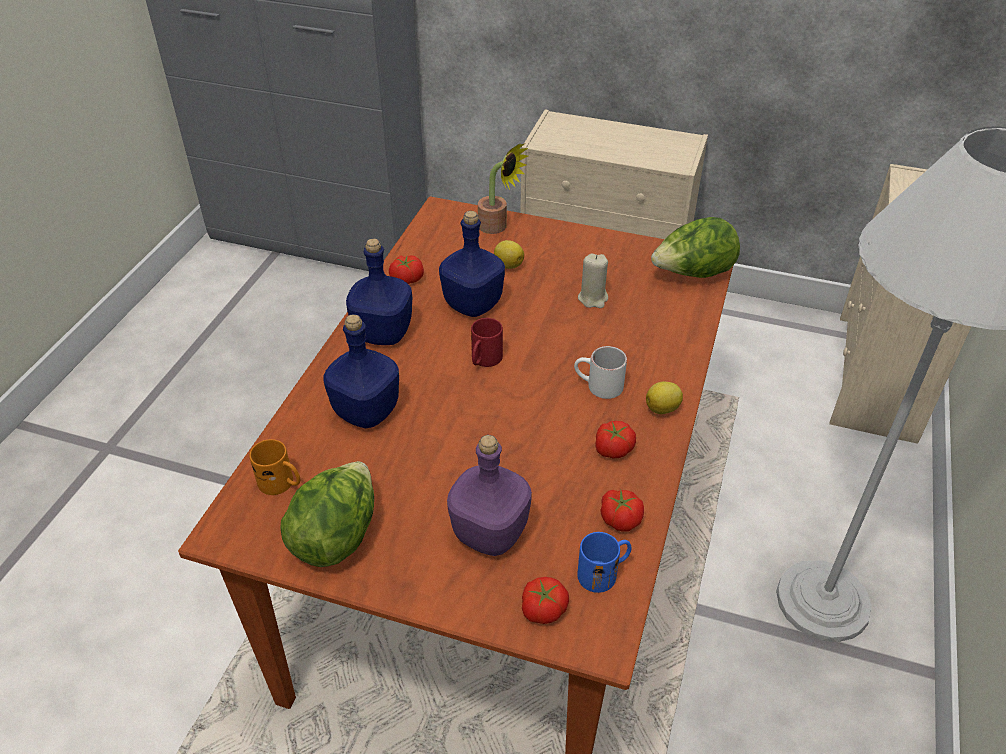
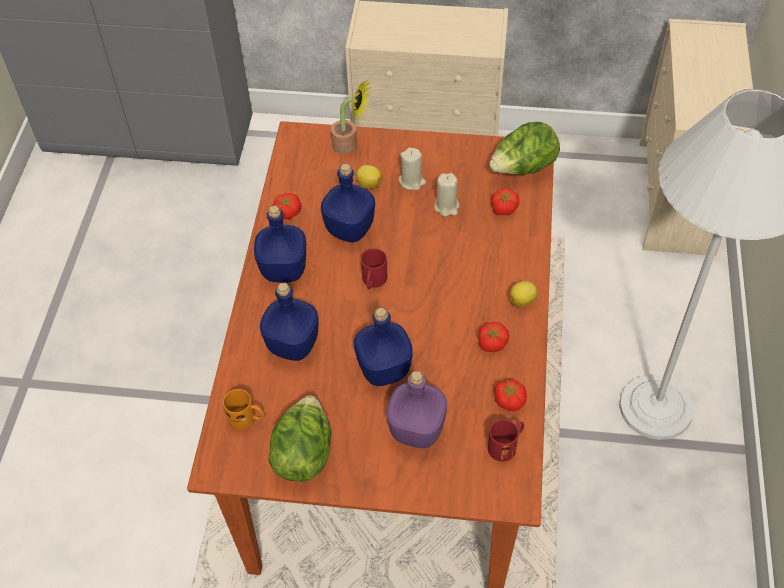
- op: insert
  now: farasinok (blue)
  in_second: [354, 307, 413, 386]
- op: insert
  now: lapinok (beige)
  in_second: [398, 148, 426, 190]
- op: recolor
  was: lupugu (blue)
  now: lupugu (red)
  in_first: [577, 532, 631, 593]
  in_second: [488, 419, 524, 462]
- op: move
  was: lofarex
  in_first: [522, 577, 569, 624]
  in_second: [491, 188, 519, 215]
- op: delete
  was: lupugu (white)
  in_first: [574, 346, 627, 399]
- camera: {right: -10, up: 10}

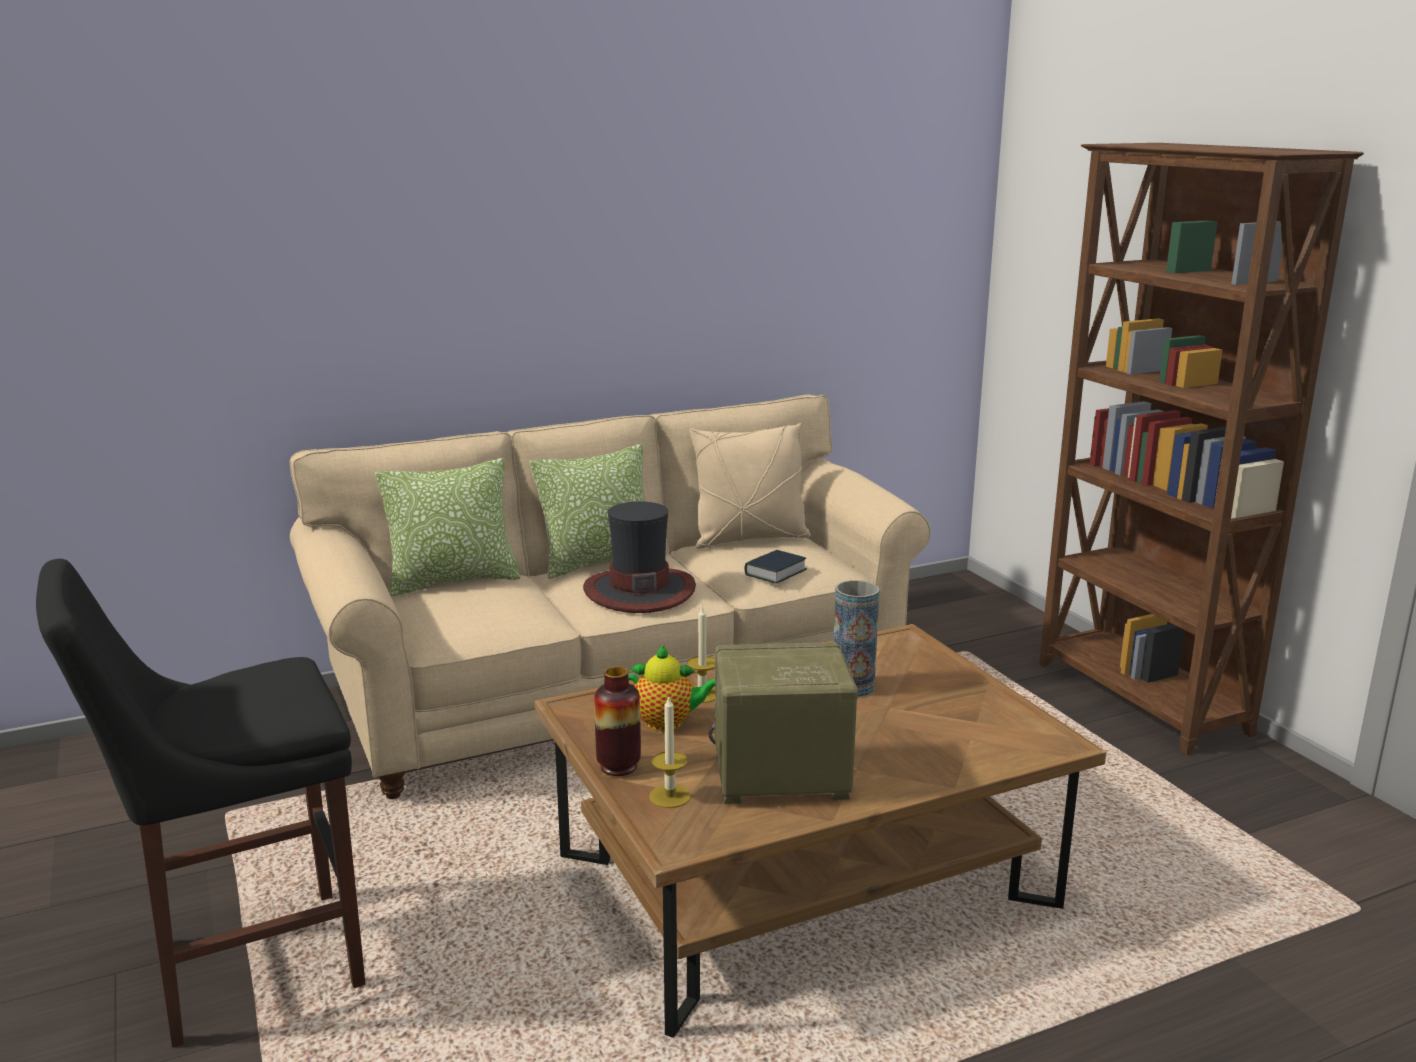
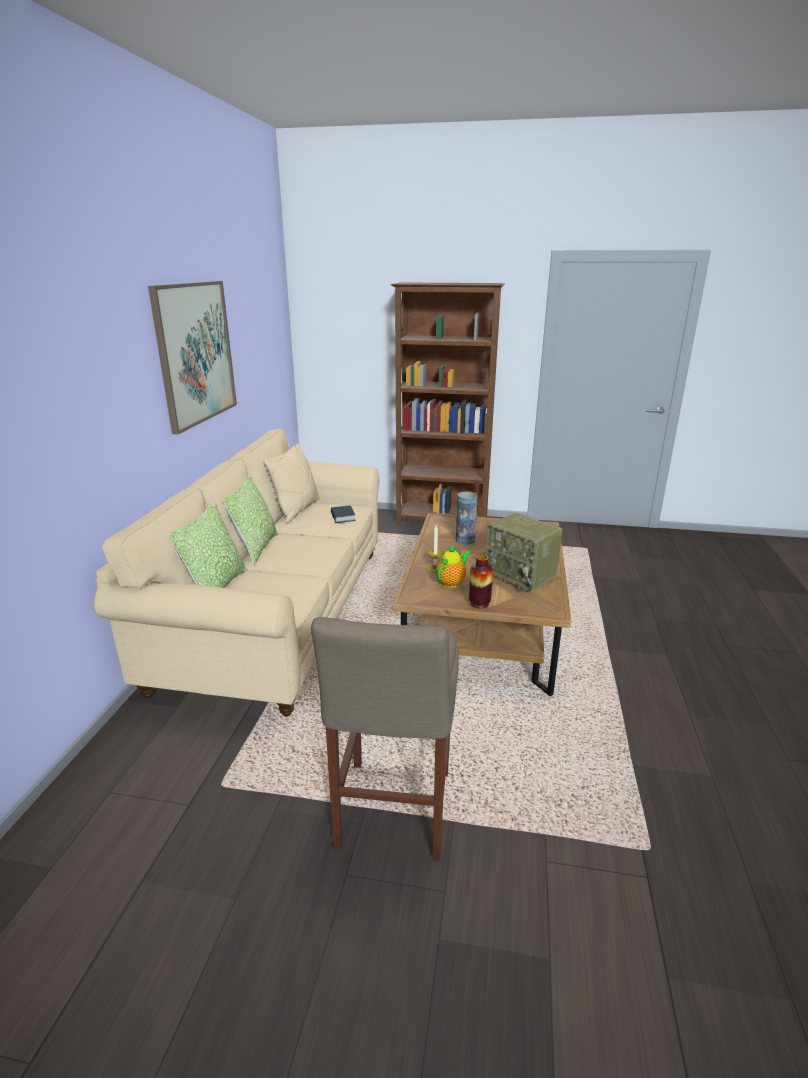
- op: insert
  now: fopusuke
  in_second: [148, 281, 237, 434]
- op: recolor
  was: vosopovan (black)
  now: vosopovan (beige)
  in_first: [36, 559, 365, 1048]
  in_second: [311, 617, 459, 861]
- op: rotate
  was: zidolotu
  in_first: [708, 642, 858, 804]
  in_second: [485, 513, 563, 593]
  clockwise: -75
- op: delete
  was: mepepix
  in_first: [583, 501, 696, 613]
- op: delete
  was: lapinok
  in_first: [649, 697, 691, 808]
- camera: {right: -55, up: 5}

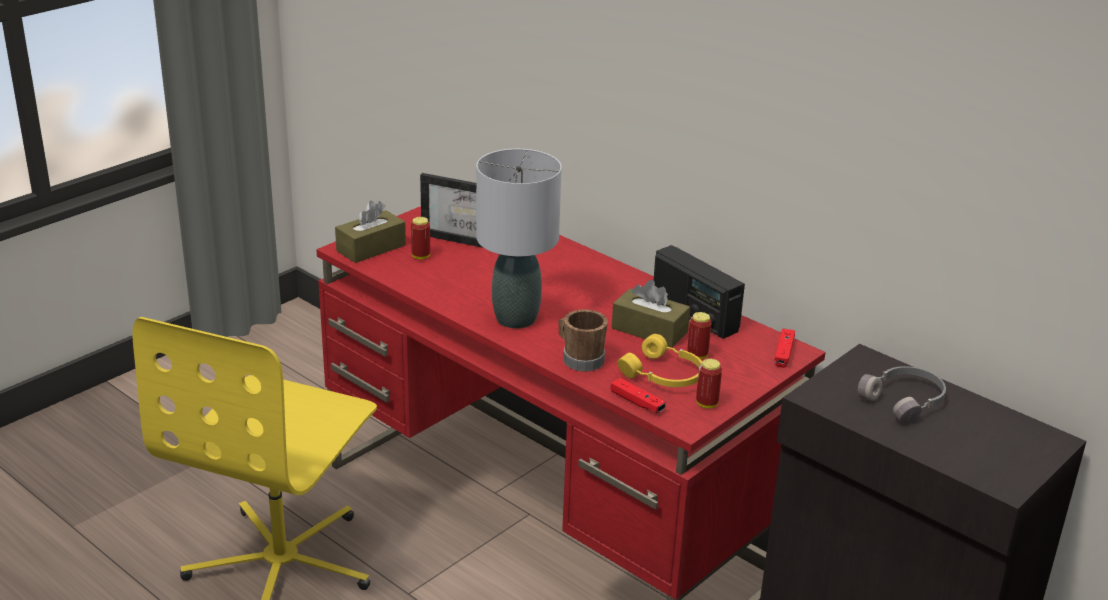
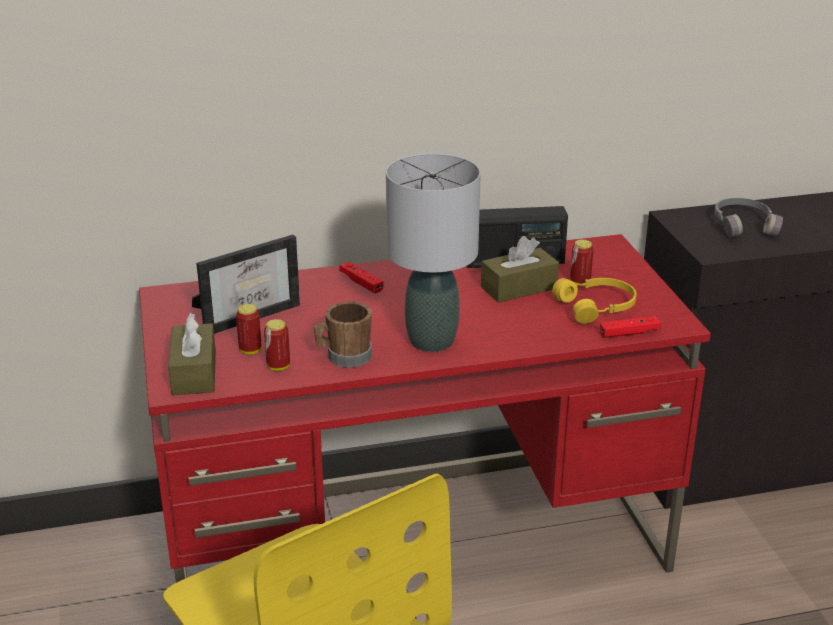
- op: move
  was: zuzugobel
  in_first: [696, 359, 722, 408]
  in_second: [264, 319, 290, 371]
- op: move
  was: lupugu (brown)
  in_first: [559, 309, 608, 372]
  in_second: [314, 302, 372, 368]
- op: move
  was: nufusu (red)
  in_first: [774, 329, 795, 368]
  in_second: [339, 262, 384, 293]
- camera: {right: -55, up: 0}

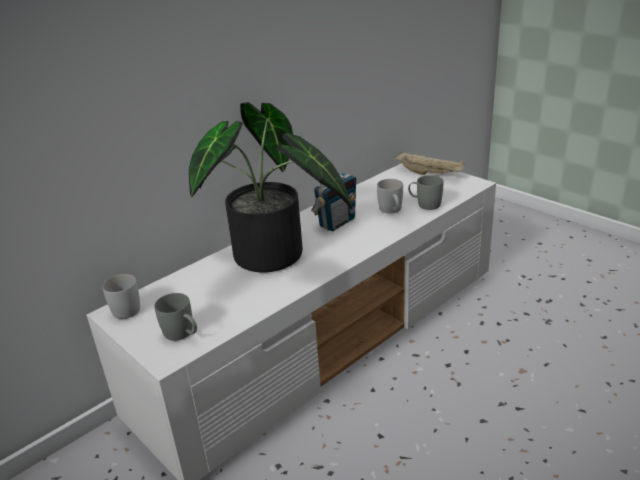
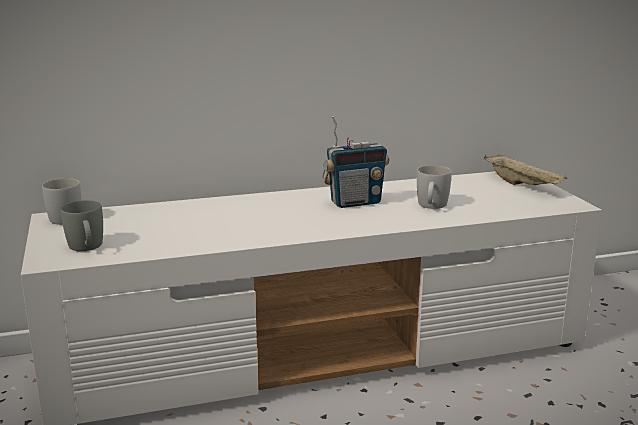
- op: delete
  was: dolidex
  in_first: [189, 102, 353, 272]
- op: delete
  was: lupugu (grey)
  in_first: [408, 175, 443, 210]
- camera: {right: 25, up: -10}

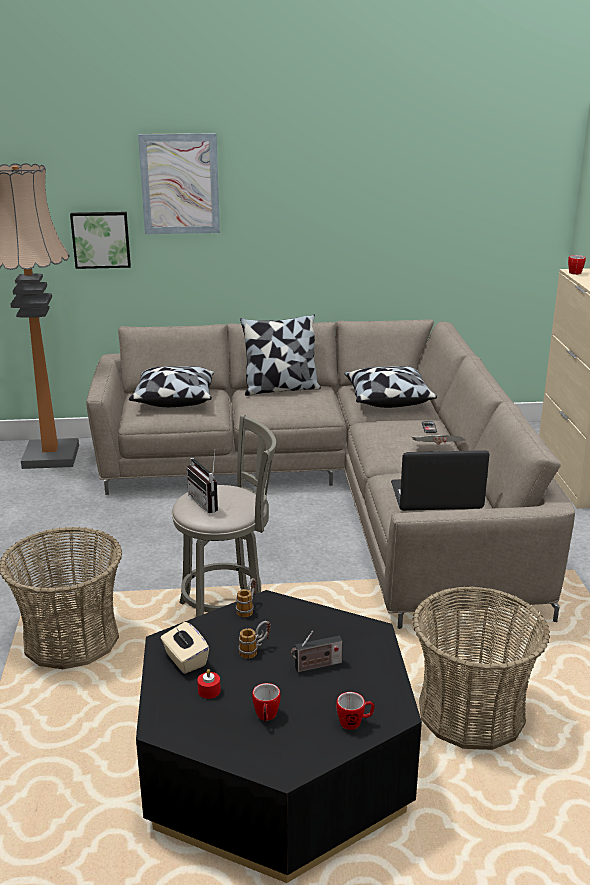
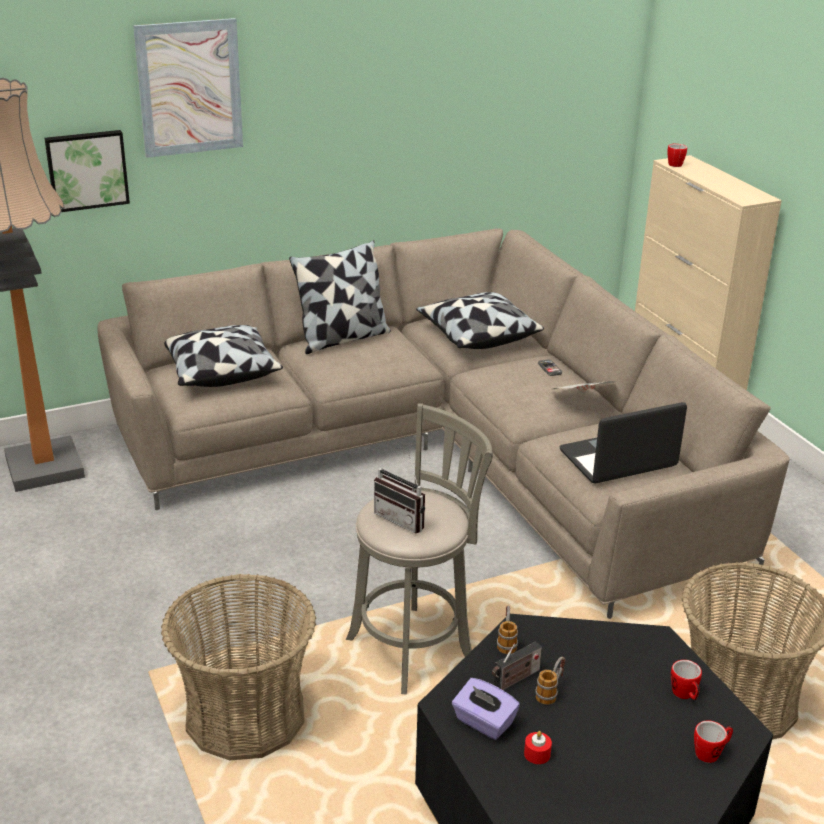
- op: recolor
  was: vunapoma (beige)
  now: vunapoma (purple)
  in_first: [161, 622, 209, 674]
  in_second: [452, 678, 520, 740]
- op: move
  was: zidolotu
  in_first: [291, 631, 343, 672]
  in_second: [492, 641, 542, 690]
- op: move
  was: lupugu
  in_first: [252, 683, 281, 722]
  in_second: [671, 660, 702, 700]
- camera: {right: -20, up: 5}

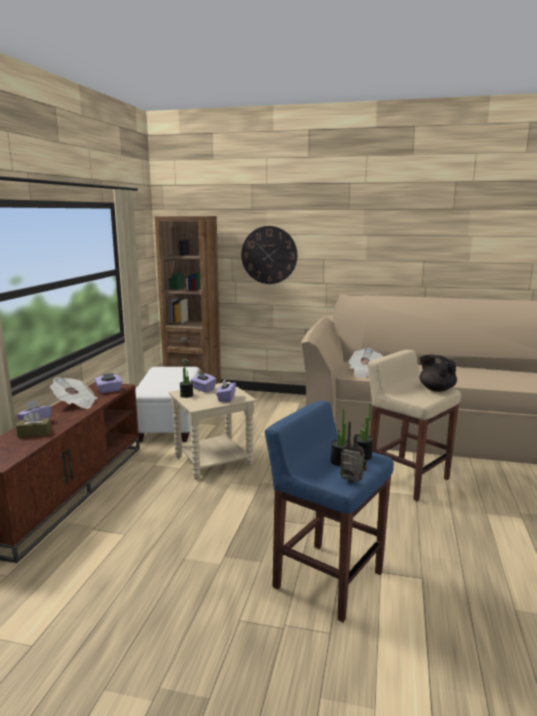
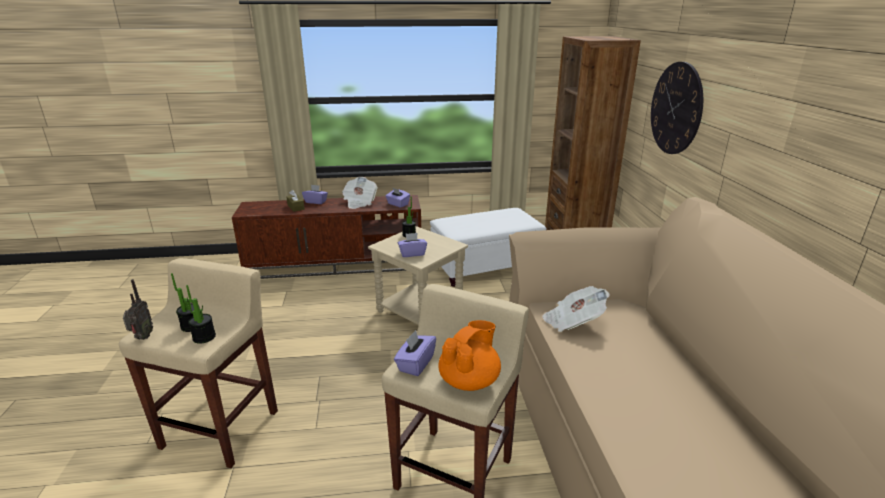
- op: recolor
  was: vosopovan (blue)
  now: vosopovan (beige)
  in_first: [265, 401, 394, 622]
  in_second: [119, 258, 278, 468]
- op: move
  was: vunapoma (purple)
  in_first: [191, 371, 216, 392]
  in_second: [394, 330, 436, 376]
- op: recolor
  was: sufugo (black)
  now: sufugo (orange)
  in_first: [419, 354, 457, 392]
  in_second: [438, 320, 501, 391]
- camera: {right: 70, up: 10}

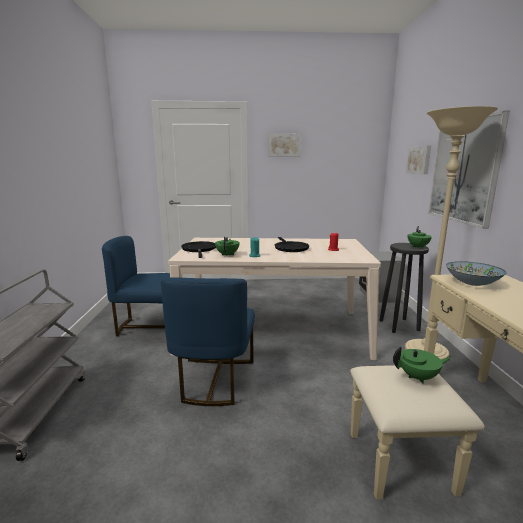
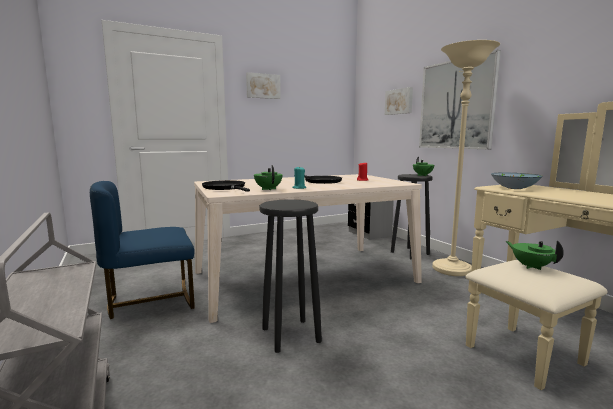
- op: replace
  was: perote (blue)
  now: vosopovan (black)
  in_first: [161, 277, 255, 406]
  in_second: [259, 199, 322, 353]
- op: rotate
  was: sufugo (green)
  in_first: [393, 347, 451, 384]
  in_second: [506, 240, 564, 270]
  clockwise: -90
- camera: {right: -25, up: -5}

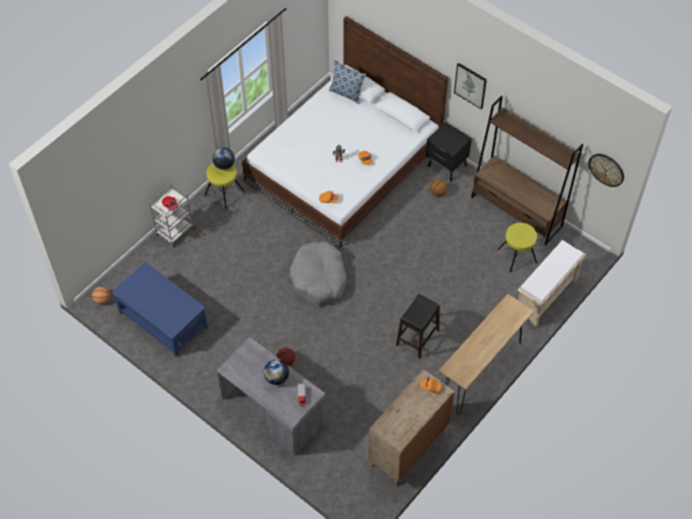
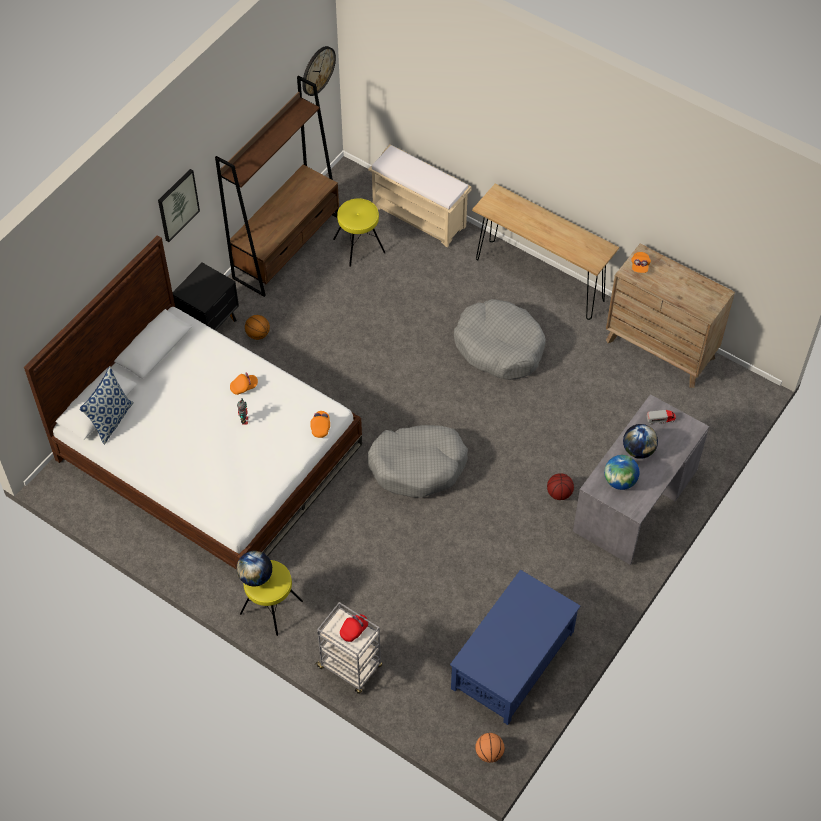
- op: replace
  was: vosopovan (black)
  now: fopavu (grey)
  in_first: [396, 294, 440, 358]
  in_second: [454, 299, 546, 380]
- op: insert
  now: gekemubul
  in_second: [604, 455, 639, 490]
- camera: {right: -95, up: 0}

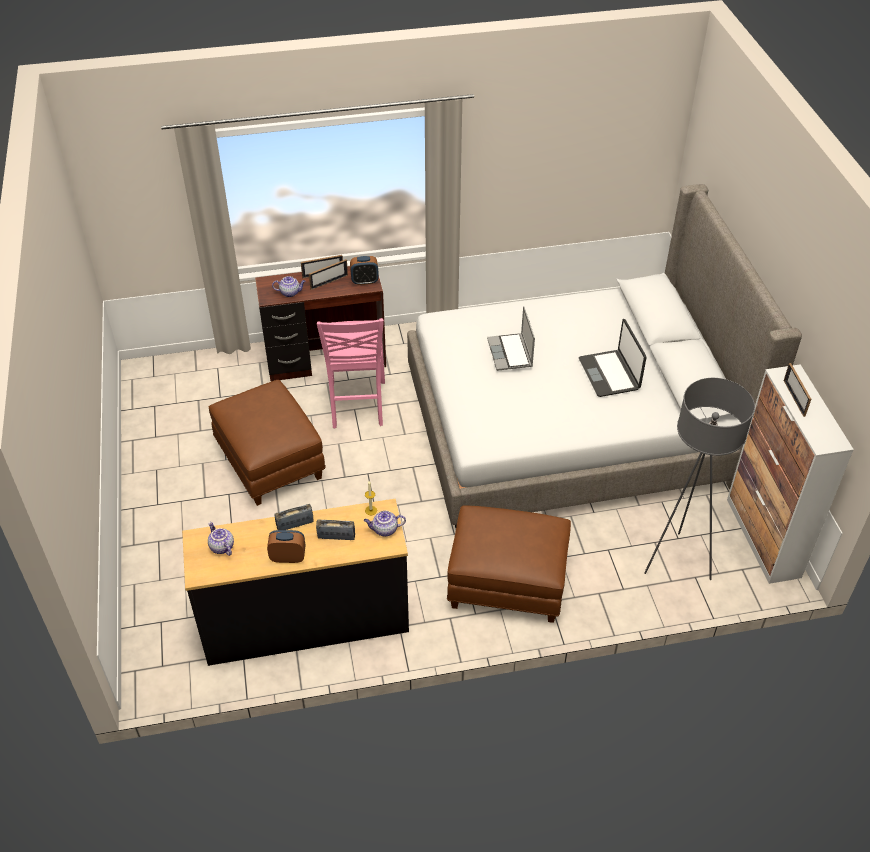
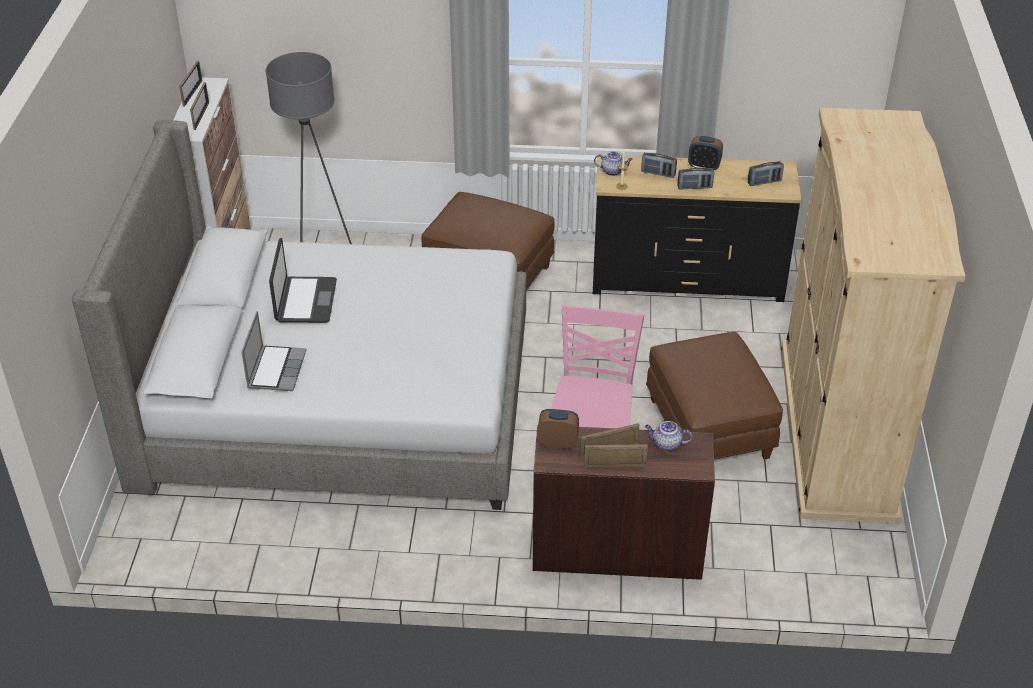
- op: insert
  now: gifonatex
  in_second: [179, 61, 202, 107]
- op: move
  was: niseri
  in_first: [487, 306, 535, 371]
  in_second: [241, 311, 307, 391]
- op: replace
  was: sufugo
  now: zidolotu
  in_first: [208, 522, 234, 556]
  in_second: [748, 161, 784, 186]
- op: insert
  now: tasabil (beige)
  in_second: [781, 108, 966, 524]
- camera: {right: -165, up: -5}

